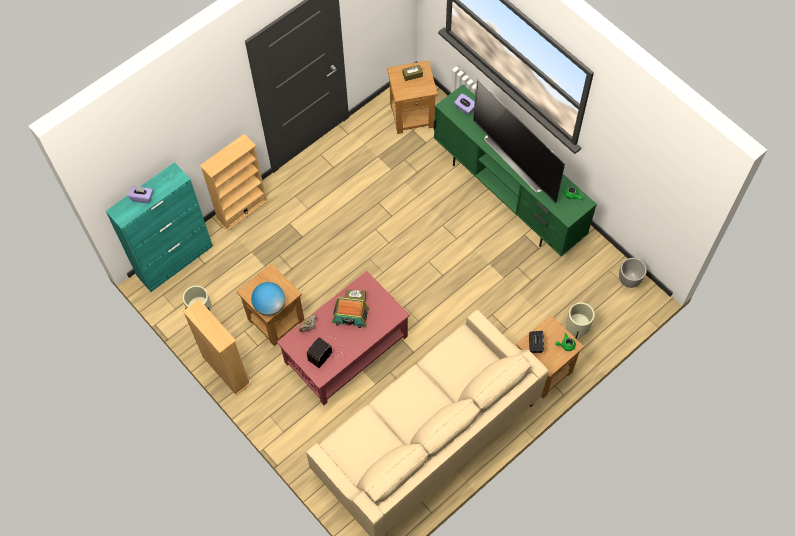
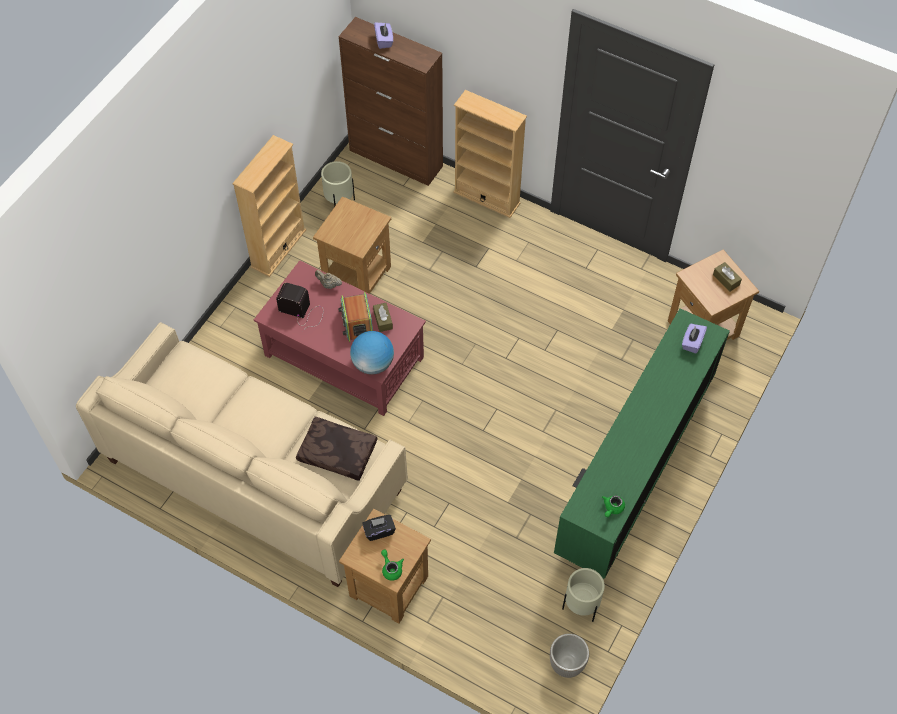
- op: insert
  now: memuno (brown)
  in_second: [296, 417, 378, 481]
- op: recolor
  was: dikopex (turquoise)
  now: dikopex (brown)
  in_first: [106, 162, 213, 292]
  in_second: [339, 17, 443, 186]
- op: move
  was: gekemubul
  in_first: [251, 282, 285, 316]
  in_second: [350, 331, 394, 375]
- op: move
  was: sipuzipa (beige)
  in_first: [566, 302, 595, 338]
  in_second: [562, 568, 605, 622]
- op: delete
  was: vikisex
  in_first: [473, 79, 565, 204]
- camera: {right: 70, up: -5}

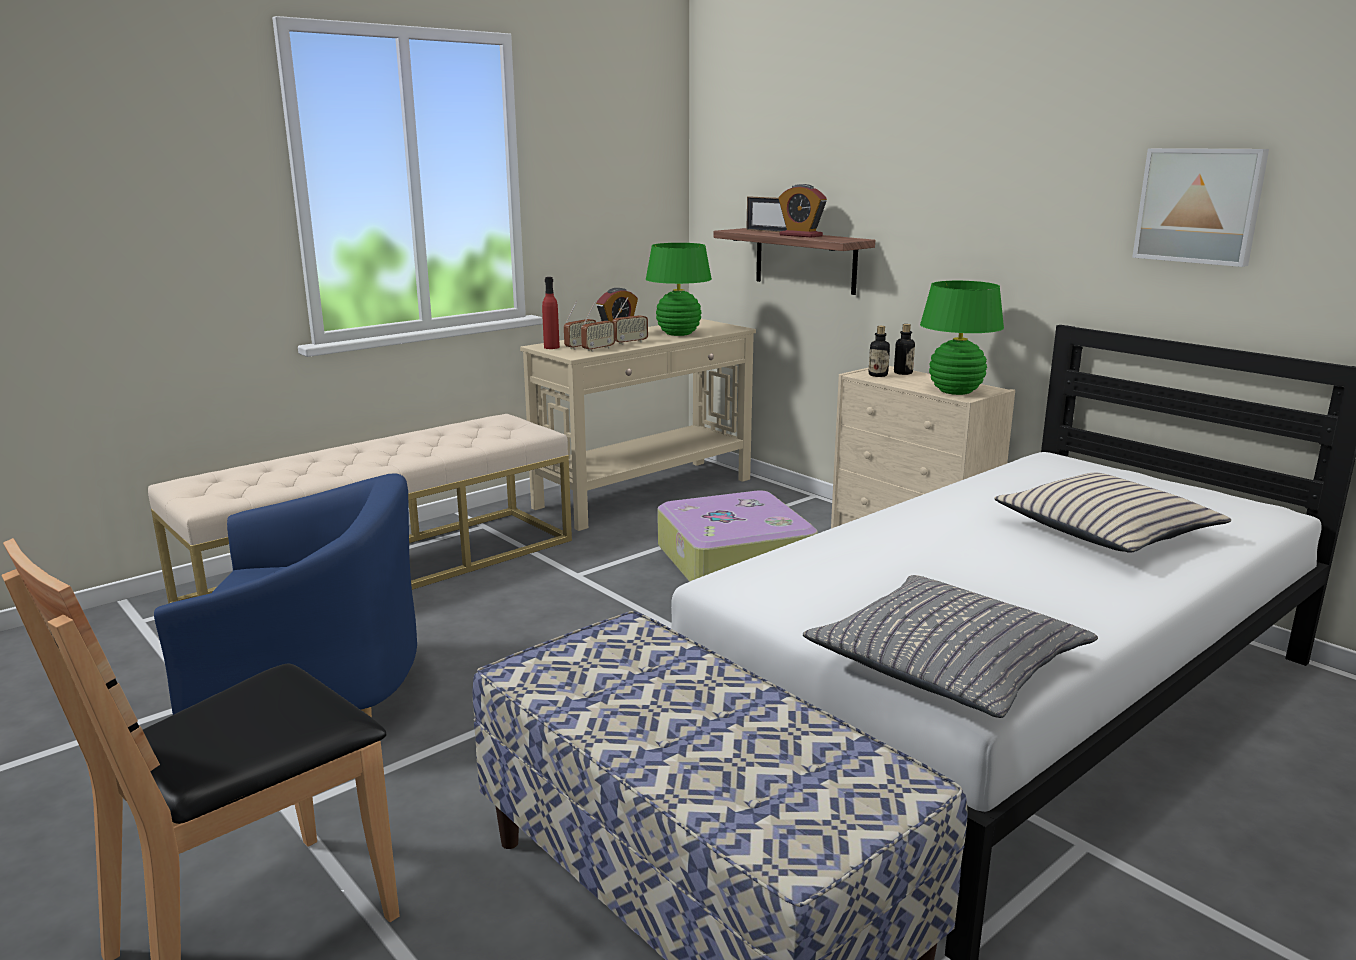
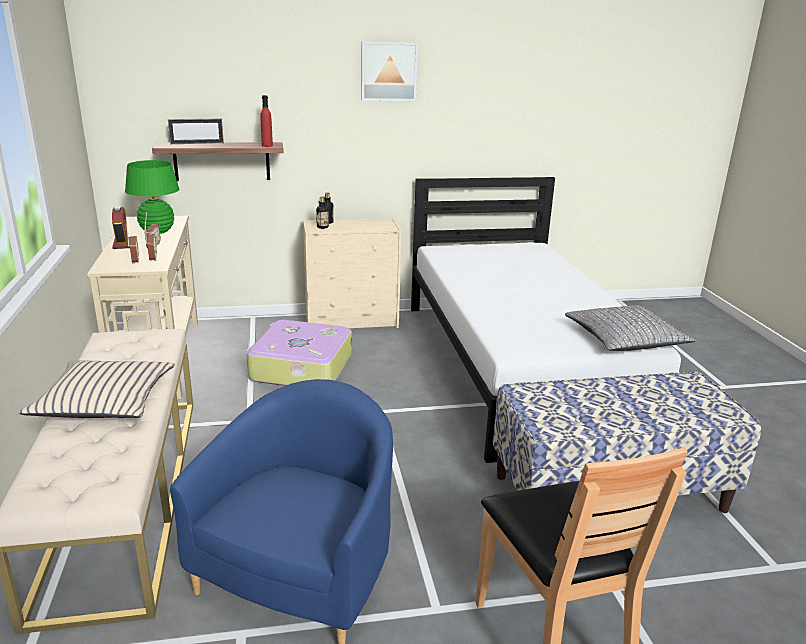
- op: move
  was: memuno (beige)
  in_first: [994, 473, 1231, 553]
  in_second: [19, 360, 175, 418]
- op: move
  was: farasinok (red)
  in_first: [542, 277, 560, 349]
  in_second: [260, 95, 273, 147]
- op: move
  was: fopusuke
  in_first: [1132, 148, 1269, 267]
  in_second: [361, 41, 418, 101]
- op: delete
  was: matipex
  in_first: [779, 184, 827, 237]
- op: delete
  was: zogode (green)
  in_first: [920, 281, 1004, 395]
- camera: {right: -60, up: 5}

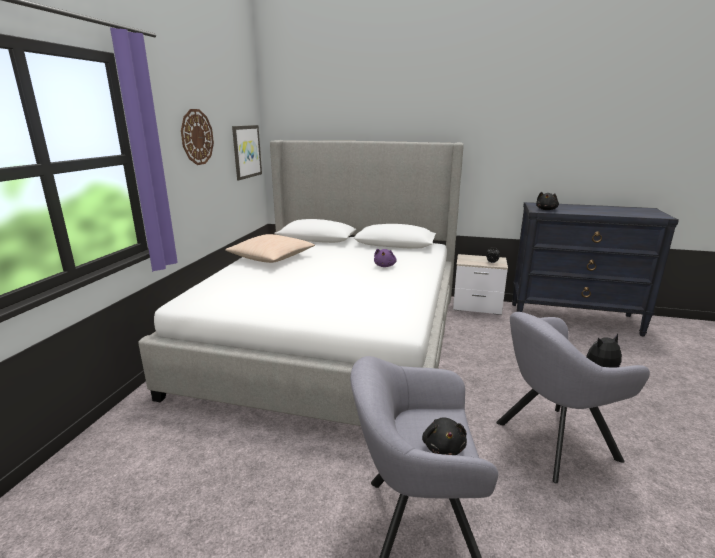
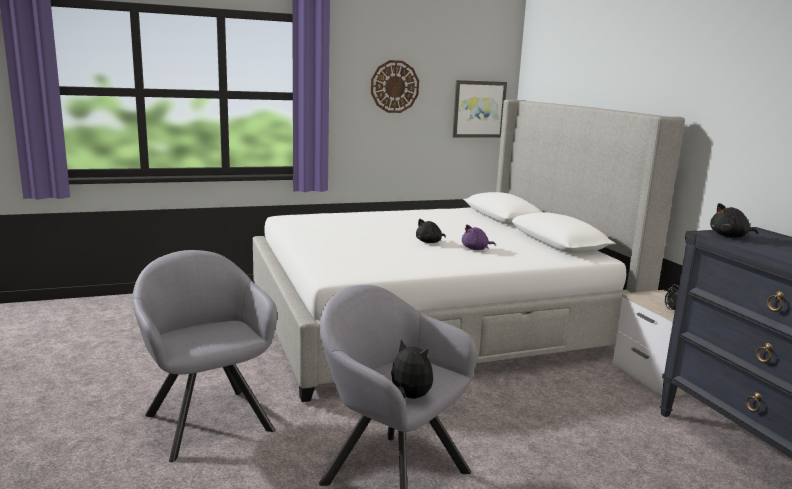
- op: move
  was: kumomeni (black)
  in_first: [422, 417, 467, 455]
  in_second: [416, 219, 446, 243]
- op: delete
  was: memuno (beige)
  in_first: [225, 234, 315, 263]
- camera: {right: 55, up: -5}

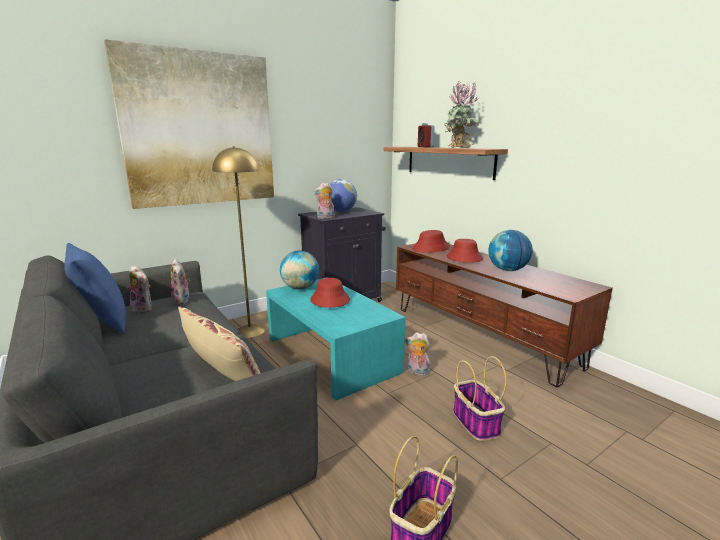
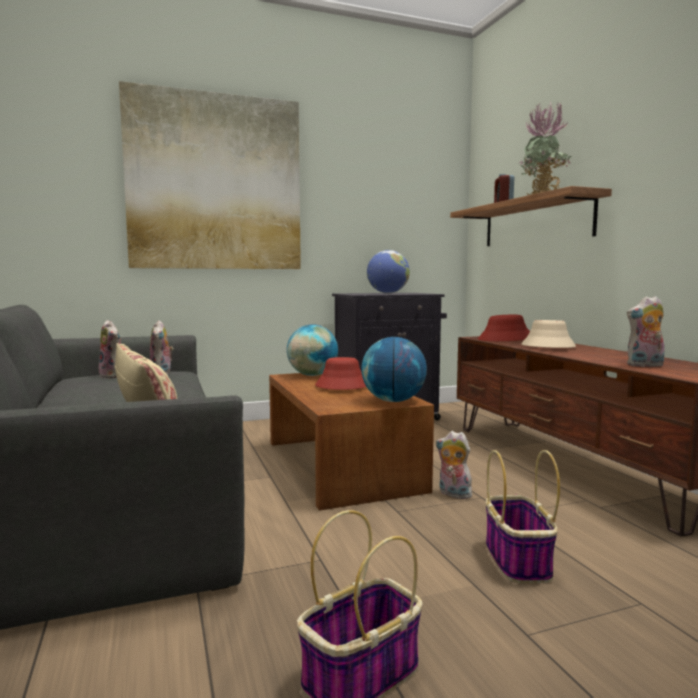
- op: recolor
  was: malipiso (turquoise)
  now: malipiso (brown)
  in_first: [266, 277, 406, 400]
  in_second: [269, 372, 434, 511]
- op: move
  was: gekemubul
  in_first: [488, 230, 533, 271]
  in_second: [361, 337, 427, 402]
- op: recolor
  was: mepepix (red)
  now: mepepix (beige)
  in_first: [447, 239, 483, 263]
  in_second: [521, 320, 576, 348]
- op: move
  was: kumomeni
  in_first: [313, 183, 334, 219]
  in_second: [627, 296, 665, 367]
- op: delete
  was: memuno (blue)
  in_first: [64, 243, 126, 334]
- op: delete
  was: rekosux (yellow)
  in_first: [212, 146, 265, 338]
- camera: {right: 15, up: -10}

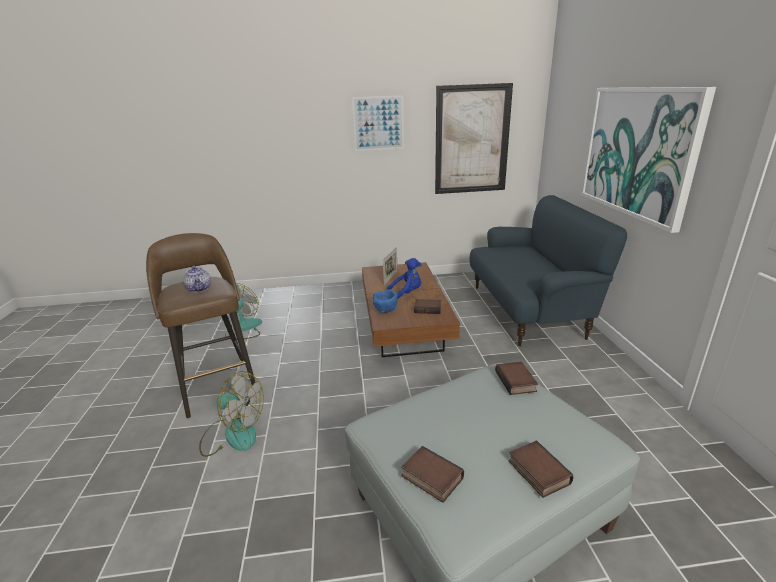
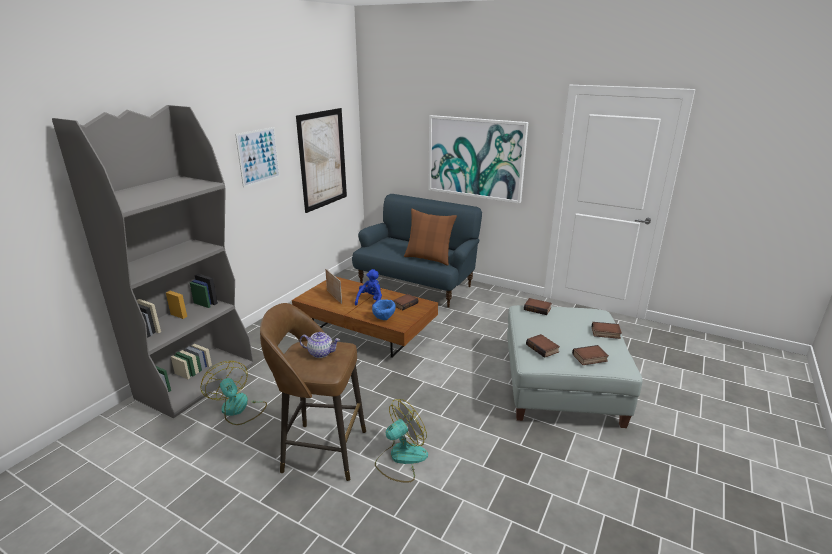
- op: insert
  now: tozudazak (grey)
  in_second: [52, 105, 254, 419]
- op: insert
  now: memuno (brown)
  in_second: [404, 209, 457, 266]
- op: insert
  now: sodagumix
  in_second: [526, 334, 560, 358]
- camera: {right: -55, up: 0}

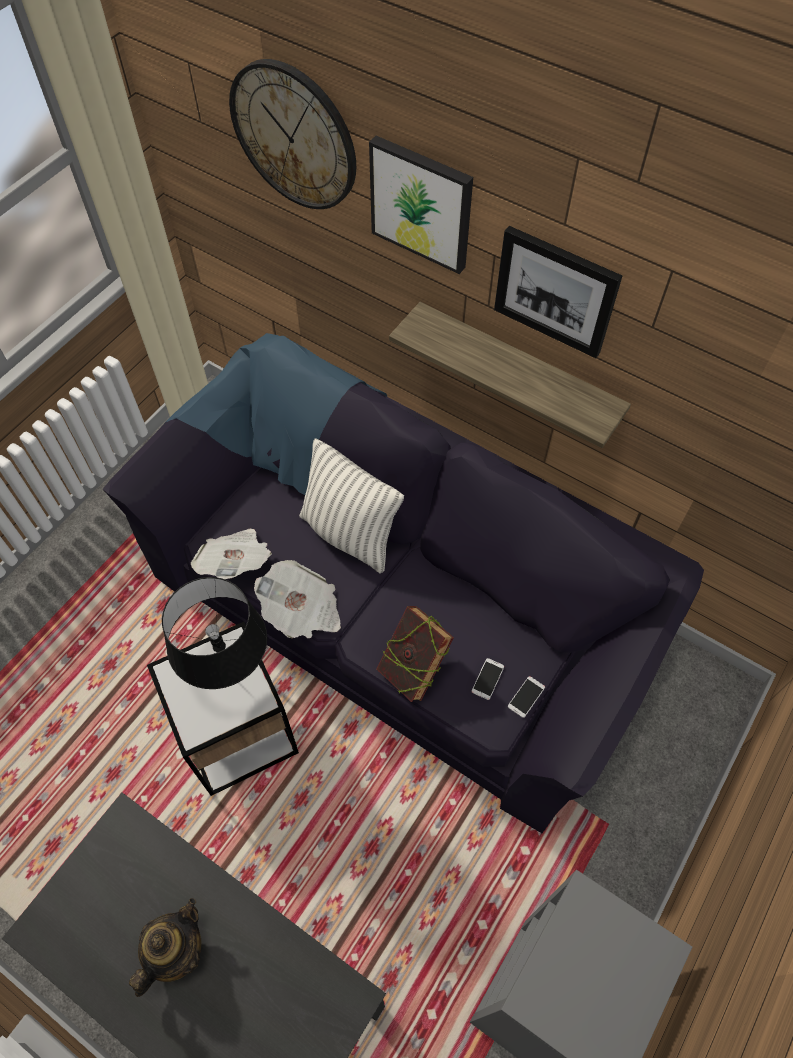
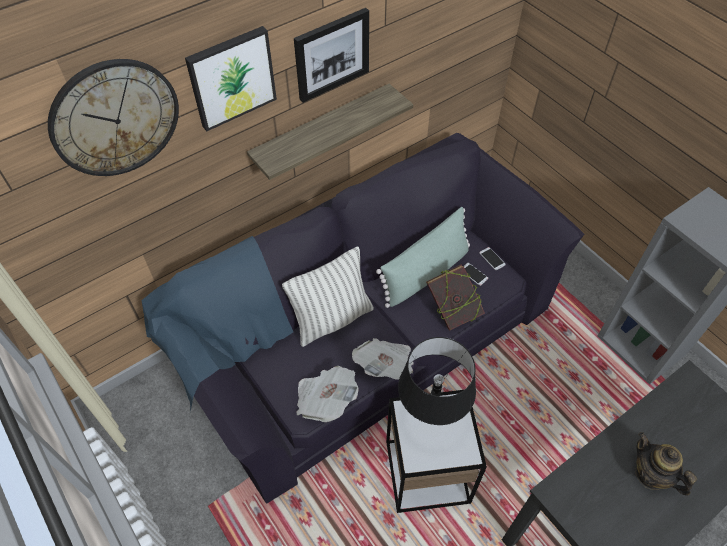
- op: insert
  now: memuno (green)
  in_second: [376, 207, 470, 308]
- camera: {right: -70, up: -5}

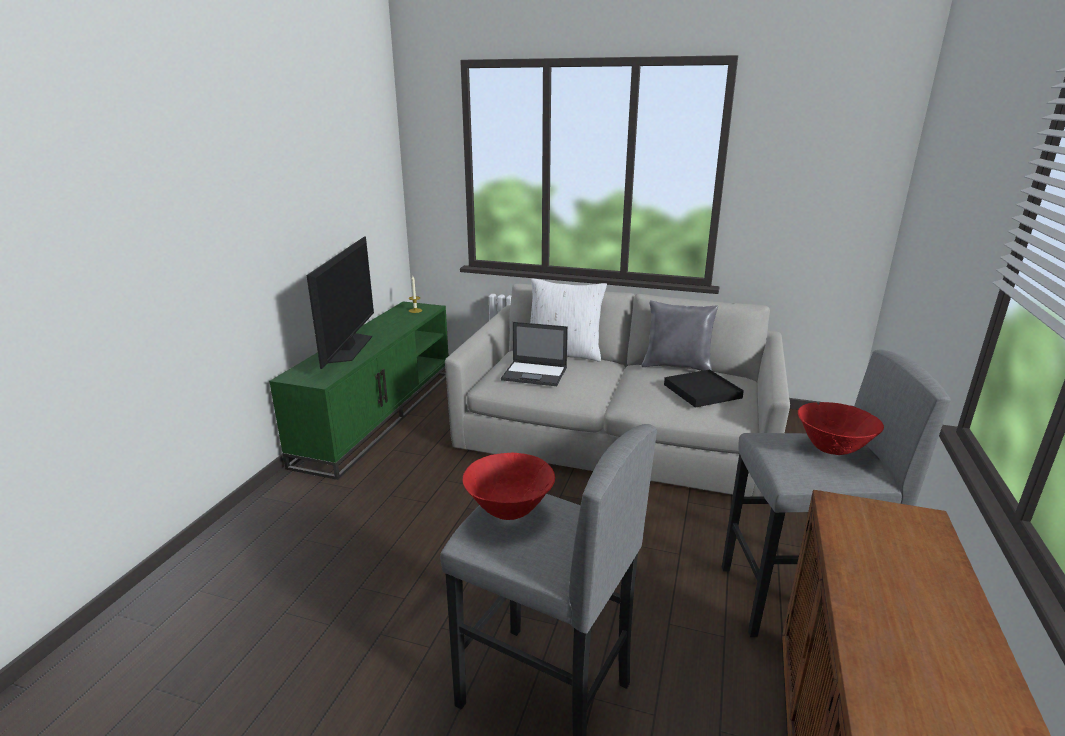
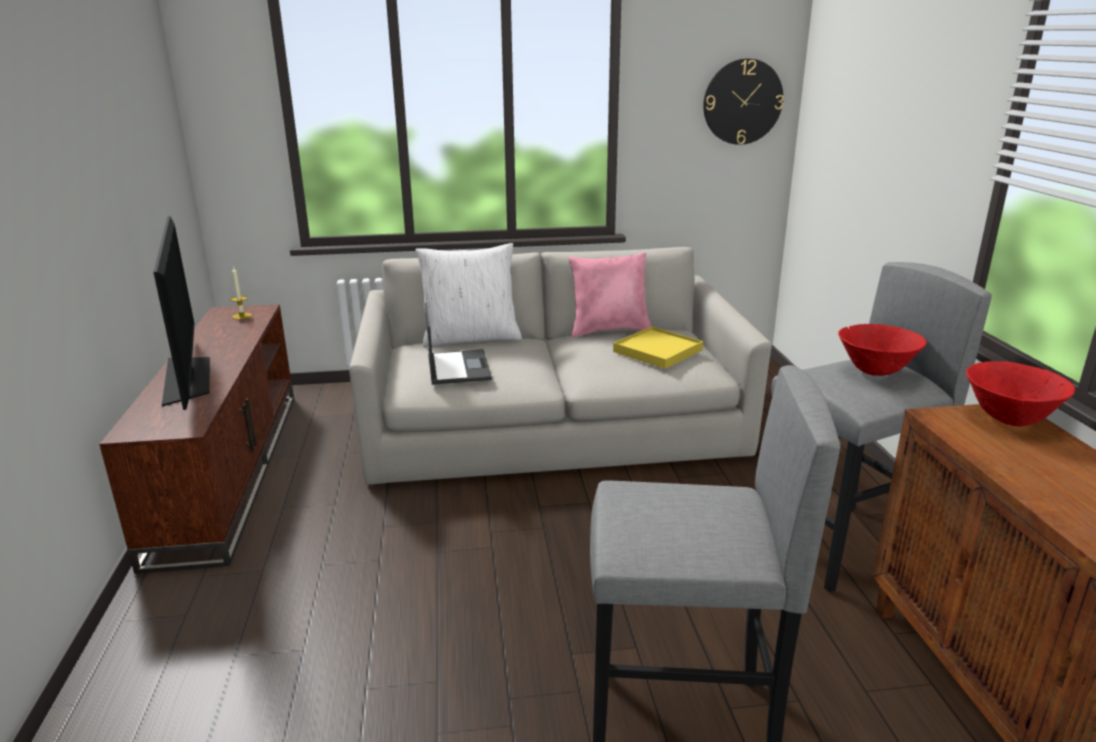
- op: recolor
  was: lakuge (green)
  now: lakuge (brown)
  in_first: [269, 301, 449, 480]
  in_second: [99, 304, 294, 574]
- op: rotate
  was: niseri
  in_first: [501, 322, 568, 386]
  in_second: [425, 302, 492, 385]
  clockwise: -90
- op: recolor
  was: memuno (grey)
  now: memuno (pink)
  in_first: [641, 301, 718, 371]
  in_second: [569, 252, 651, 338]
- op: recolor
  was: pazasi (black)
  now: pazasi (yellow)
  in_first: [664, 369, 744, 408]
  in_second: [613, 326, 703, 369]
- op: insert
  now: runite
  in_second: [703, 59, 784, 145]
- op: move
  was: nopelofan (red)
  in_first: [462, 453, 555, 520]
  in_second: [966, 361, 1075, 427]
- camera: {right: -25, up: 0}

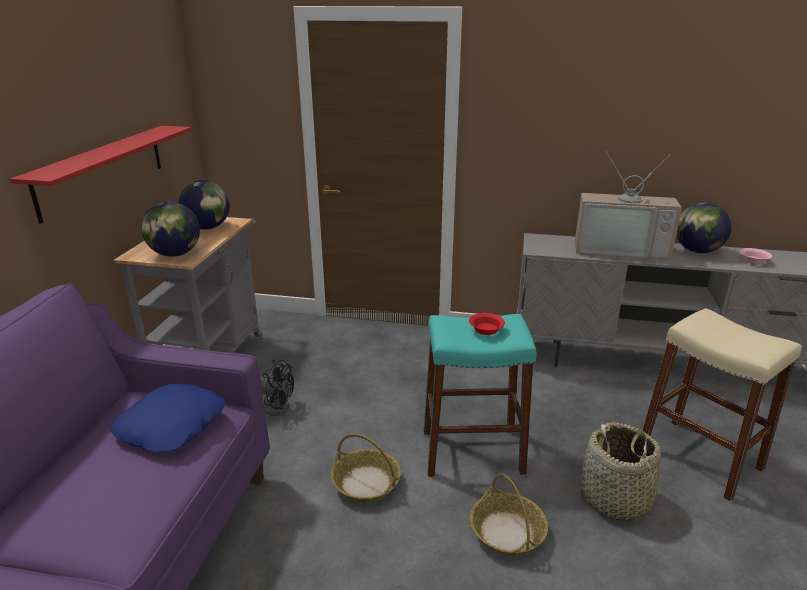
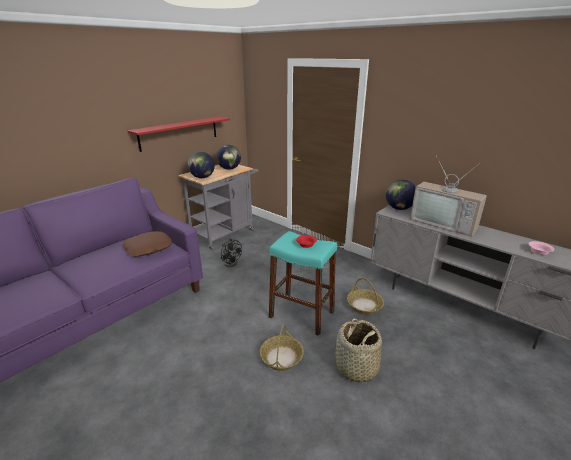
- op: recolor
  was: memuno (blue)
  now: memuno (brown)
  in_first: [110, 383, 225, 452]
  in_second: [123, 231, 172, 257]
- op: move
  was: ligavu
  in_first: [331, 434, 401, 503]
  in_second: [347, 278, 384, 315]
- op: move
  was: gekemubul
  in_first: [676, 203, 731, 253]
  in_second: [386, 179, 416, 210]
- op: delete
  was: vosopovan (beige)
  in_first: [642, 308, 802, 501]
- camera: {right: 30, up: 0}

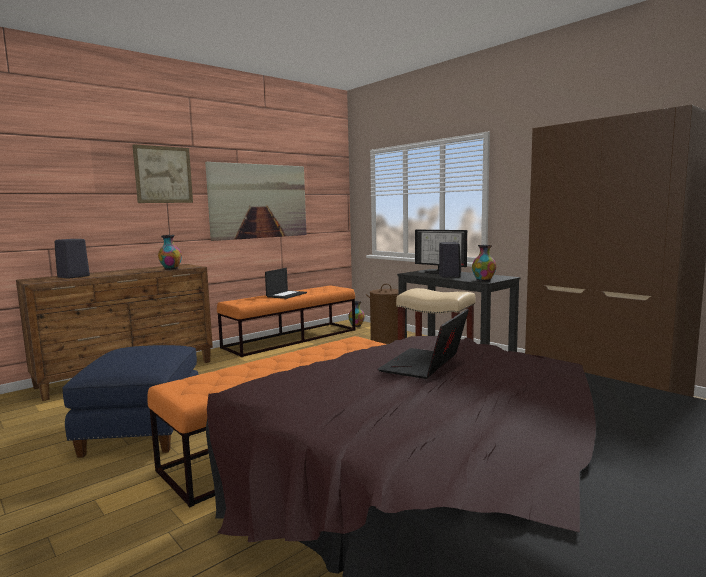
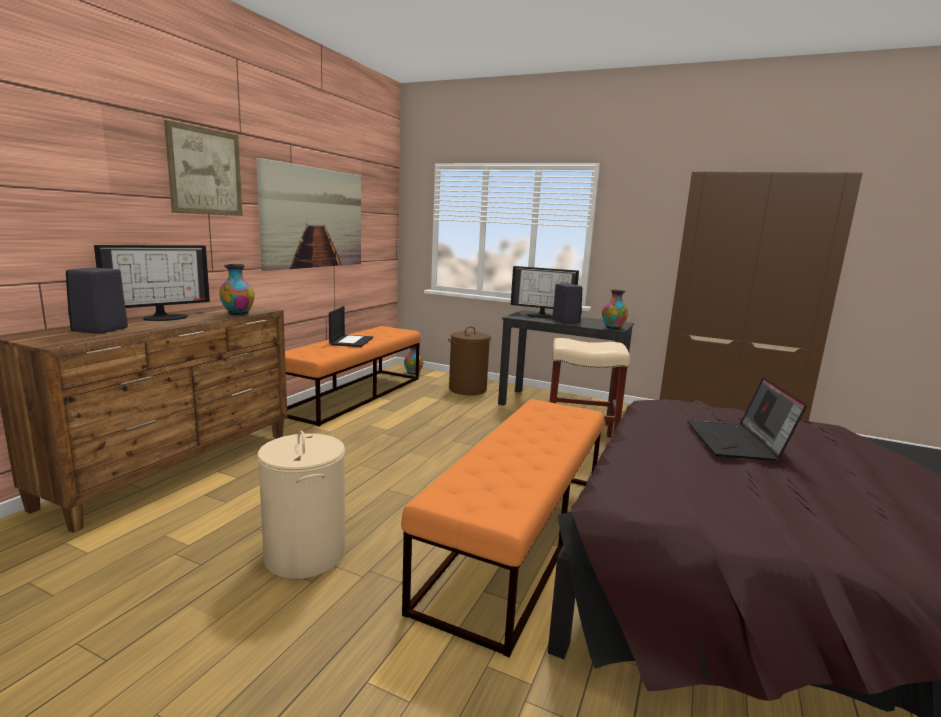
- op: insert
  now: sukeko
  in_second: [94, 245, 210, 321]
- op: replace
  was: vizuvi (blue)
  now: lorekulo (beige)
  in_first: [62, 345, 199, 458]
  in_second: [258, 430, 345, 579]
- camera: {right: -25, up: 5}

